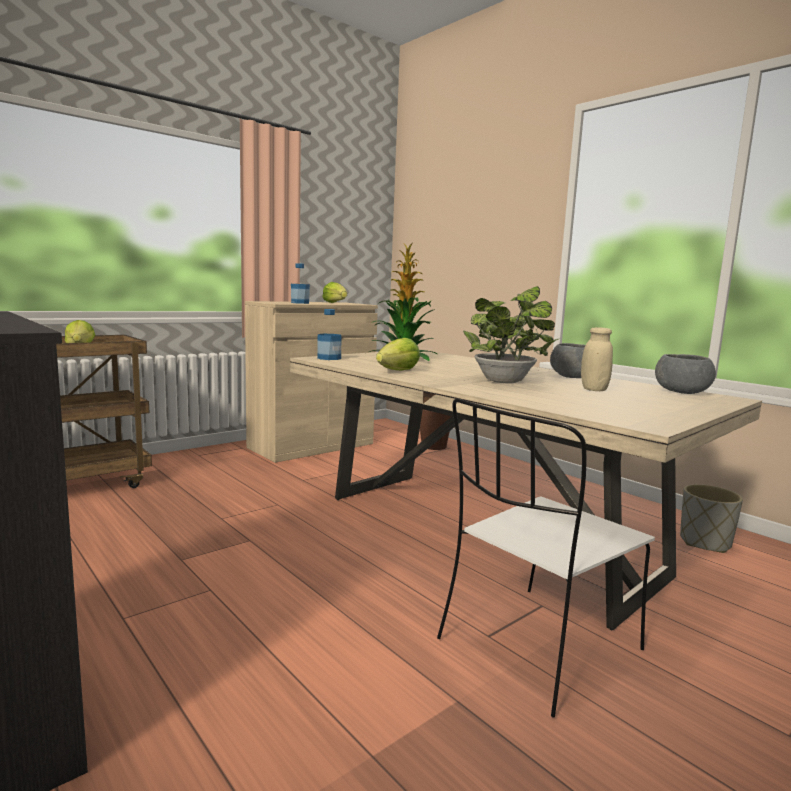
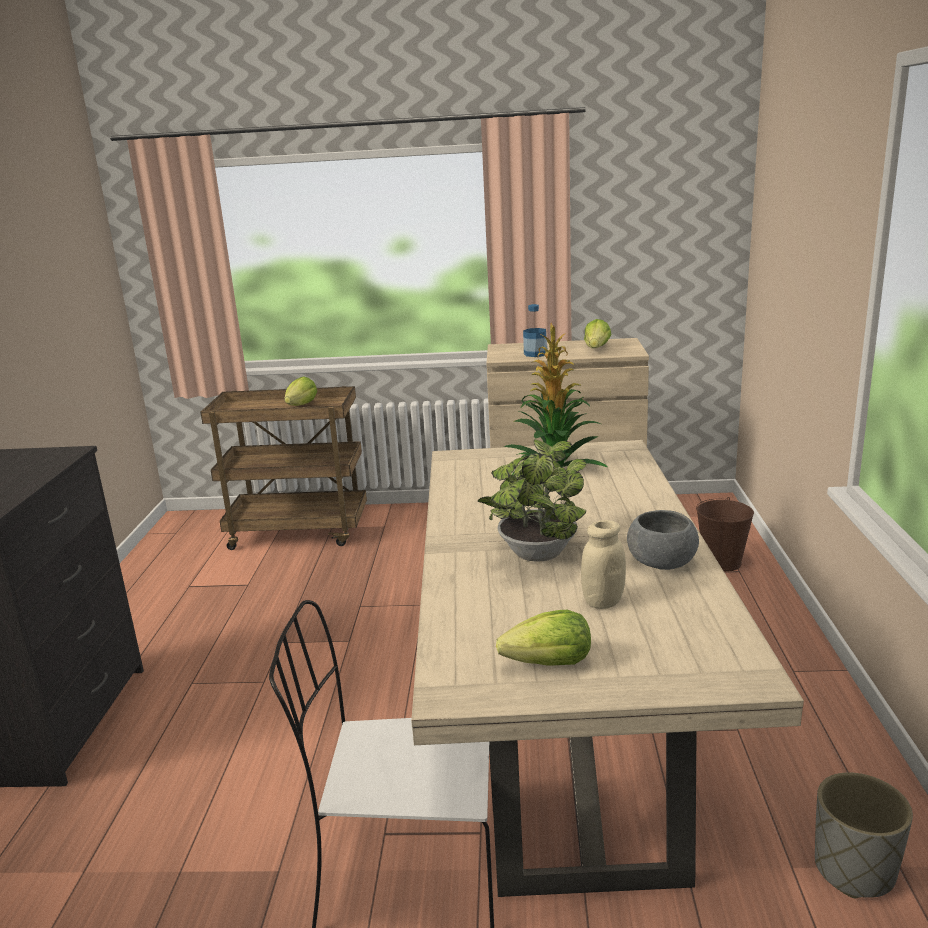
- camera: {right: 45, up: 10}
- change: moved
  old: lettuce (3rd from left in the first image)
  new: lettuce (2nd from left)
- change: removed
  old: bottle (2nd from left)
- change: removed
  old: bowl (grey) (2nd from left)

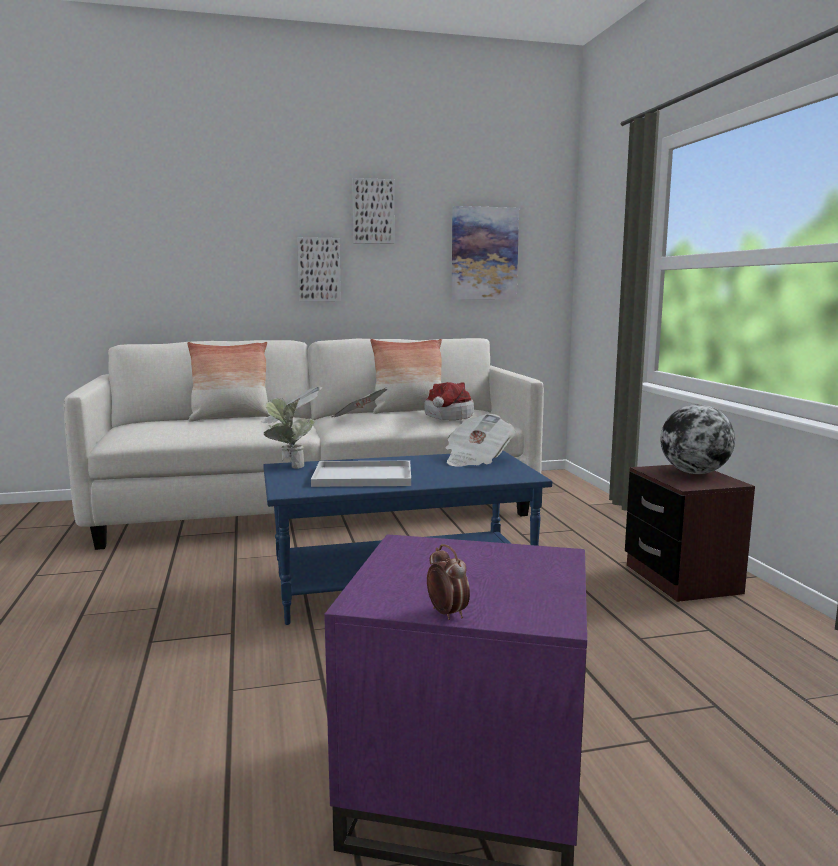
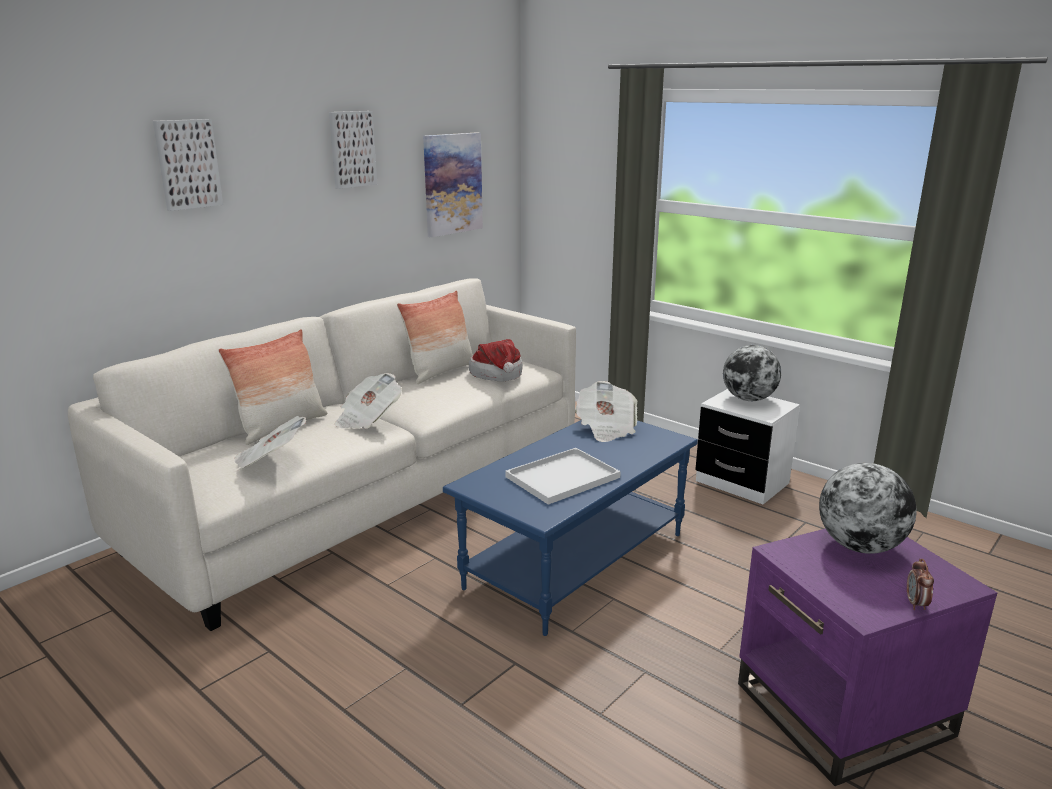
- camera: {right: -35, up: 10}
- change: moved
  old: picture (1st from left)
- change: moved
  old: newspaper (2nd from left in the first image)
  new: newspaper (1st from left)
- change: recoloured
  old: nightstand (brown)
  new: nightstand (white)
- change: added
  new: globe (2nd from left)
- change: turned
  old: alarm clock
  degrees: -105
- change: removed
  old: potted plant

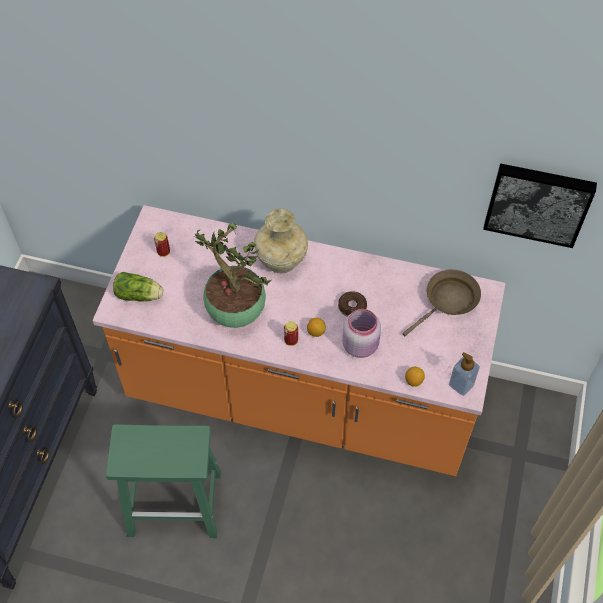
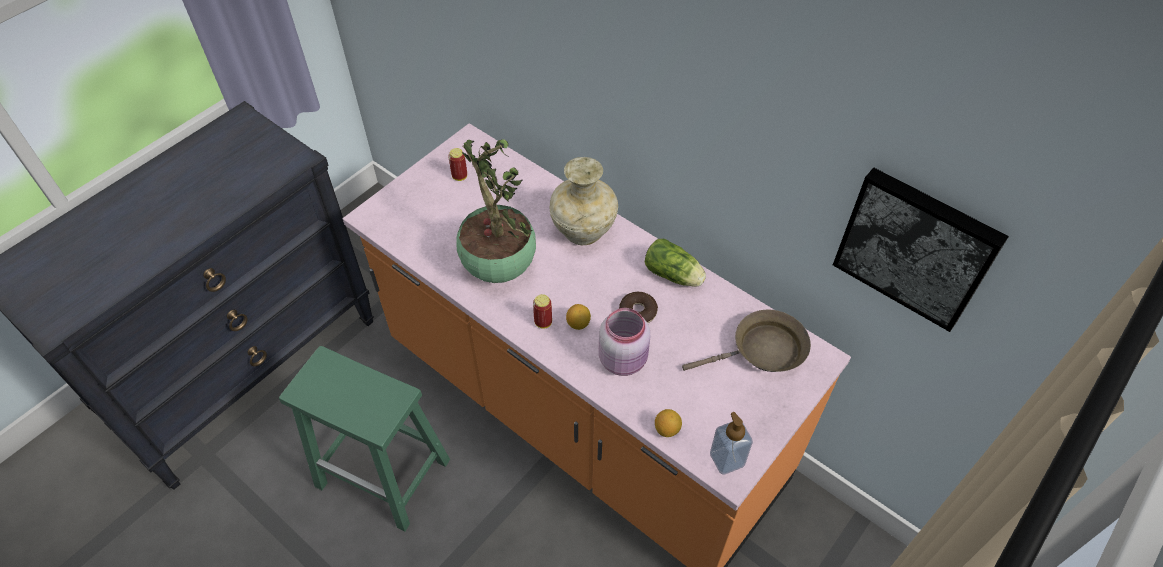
- camera: {right: 25, up: -5}
- change: moved
  old: lettuce

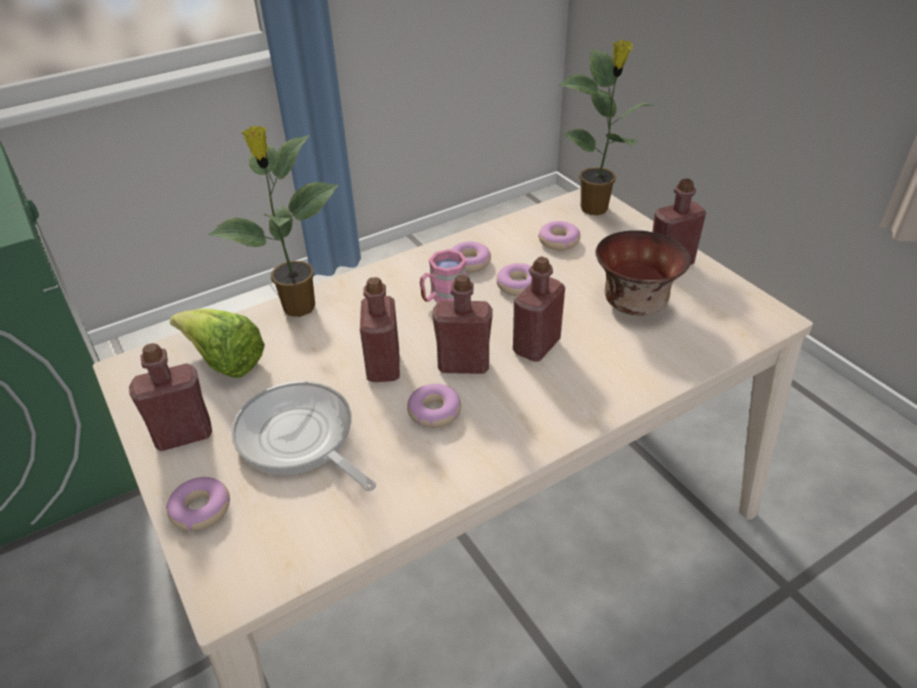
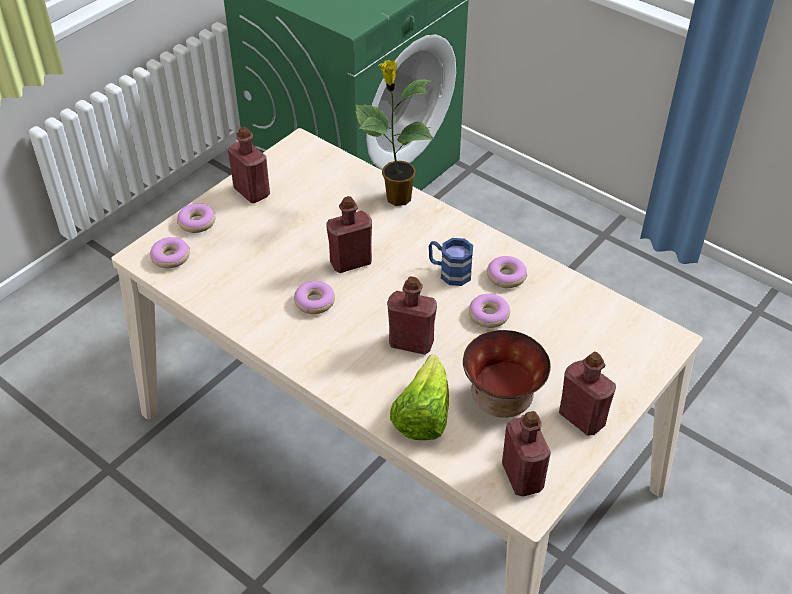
- camera: {right: 70, up: 5}
- change: moved
  old: donut (5th from left in the first image)
  new: donut (1st from left)
- change: moved
  old: lettuce
- change: recoloured
  old: mug (pink)
  new: mug (blue)
- change: moved
  old: bottle (red) (3rd from left in the first image)
  new: bottle (red) (4th from left)
- change: removed
  old: frying pan
- change: removed
  old: potted plant (2nd from left)

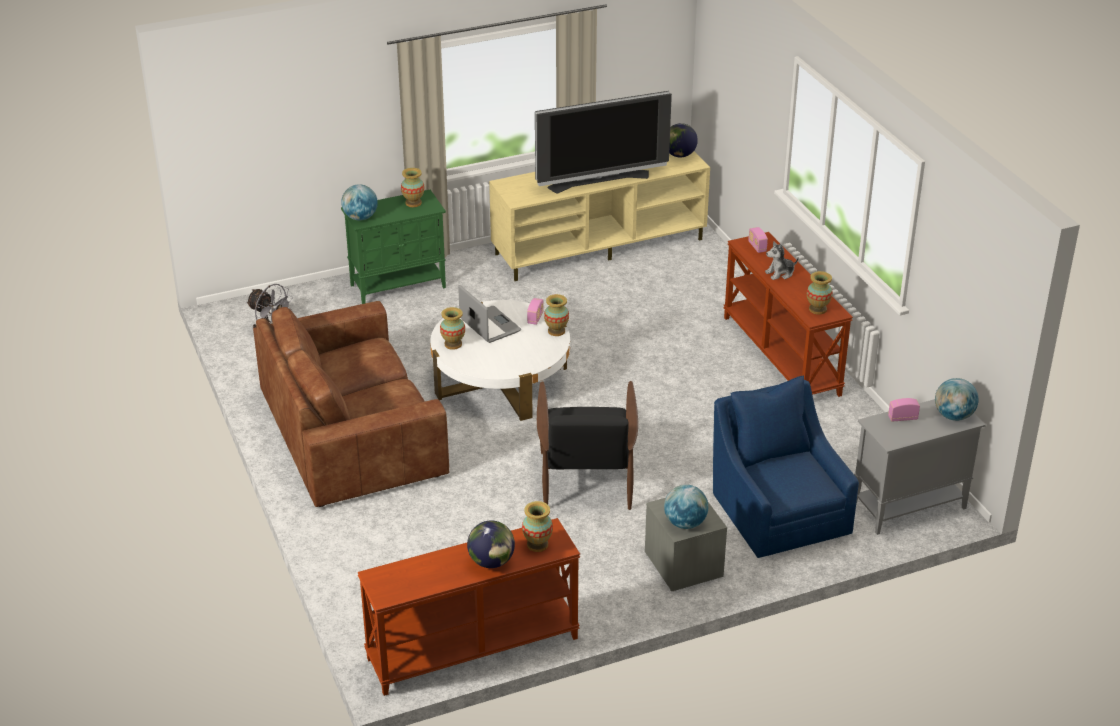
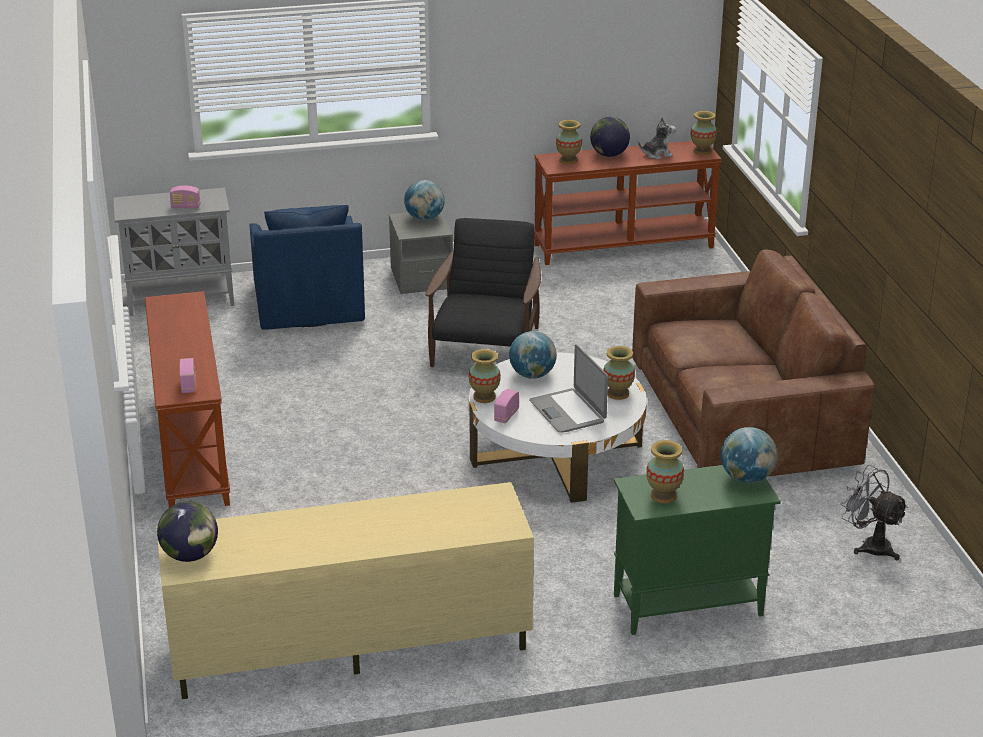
- camera: {right: -170, up: -5}
- change: moved
  old: globe (5th from left in the first image)
  new: globe (3rd from left)
- change: moved
  old: plush toy
- change: moved
  old: vase (5th from left)
- change: removed
  old: television

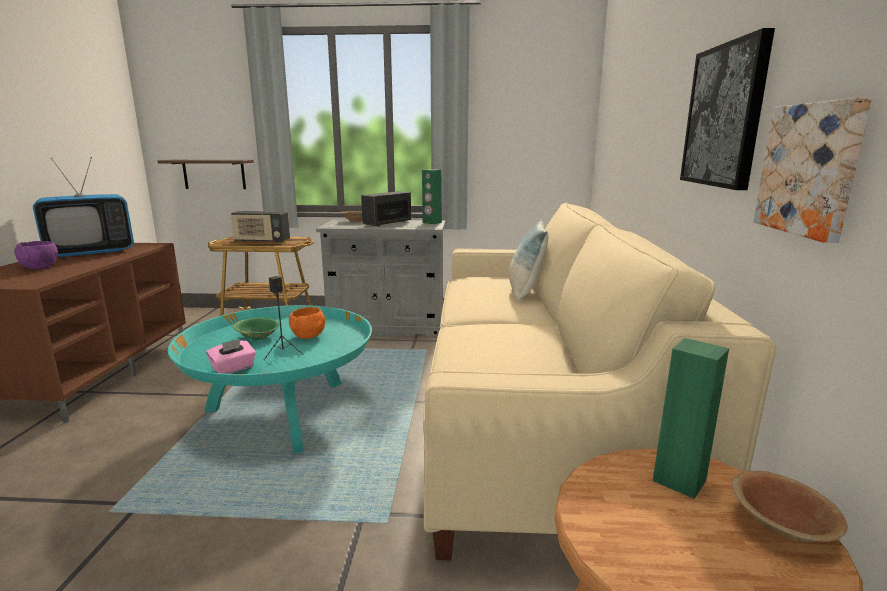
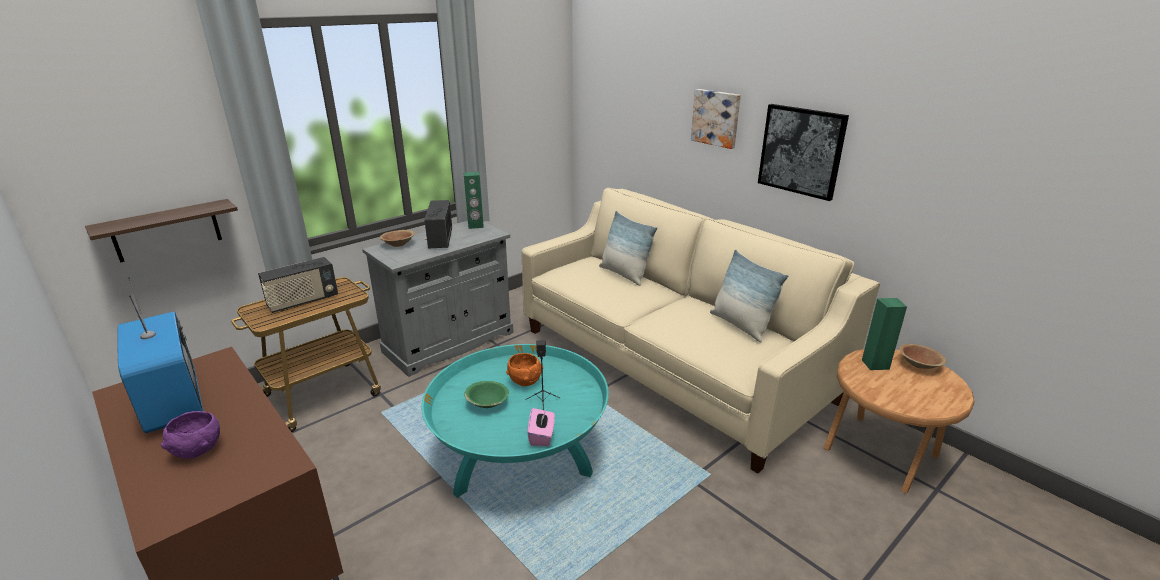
- camera: {right: -45, up: 10}
- change: turned
  old: television
  degrees: -45
- change: moved
  old: picture (2nd from left in the first image)
  new: picture (1st from left)
- change: added
  new: pillow (2nd from left)

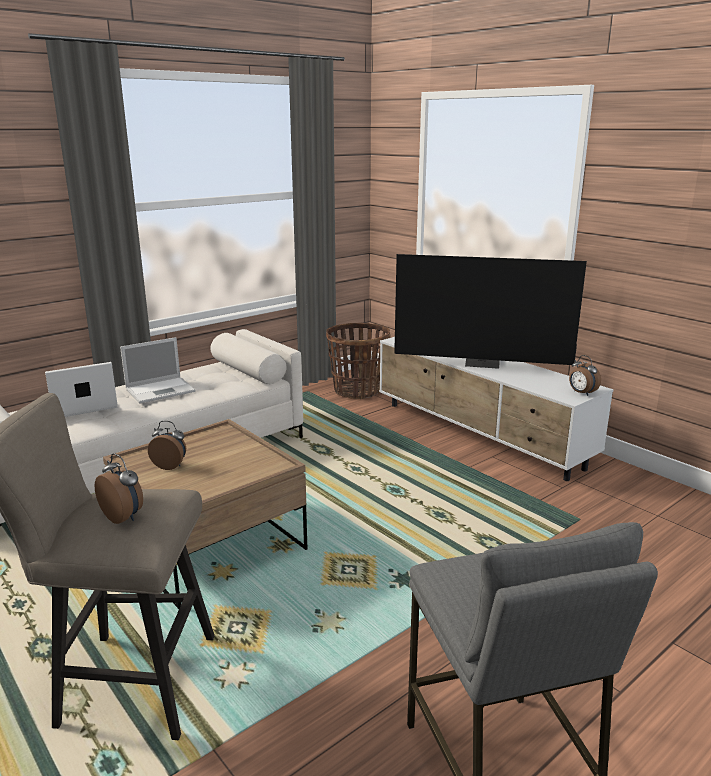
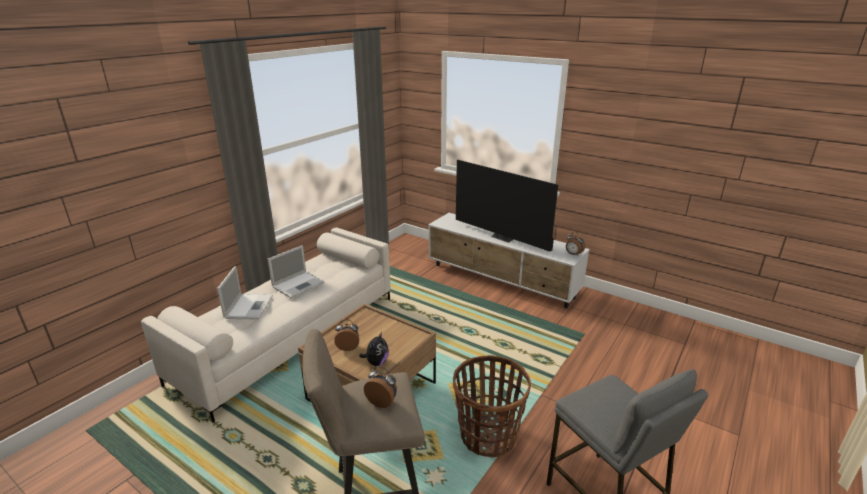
- camera: {right: -15, up: 5}
- change: turned
  old: laptop (1st from left)
  degrees: 135
- change: added
  new: plush toy
- change: moved
  old: basket
- change: turned
  old: television
  degrees: 45

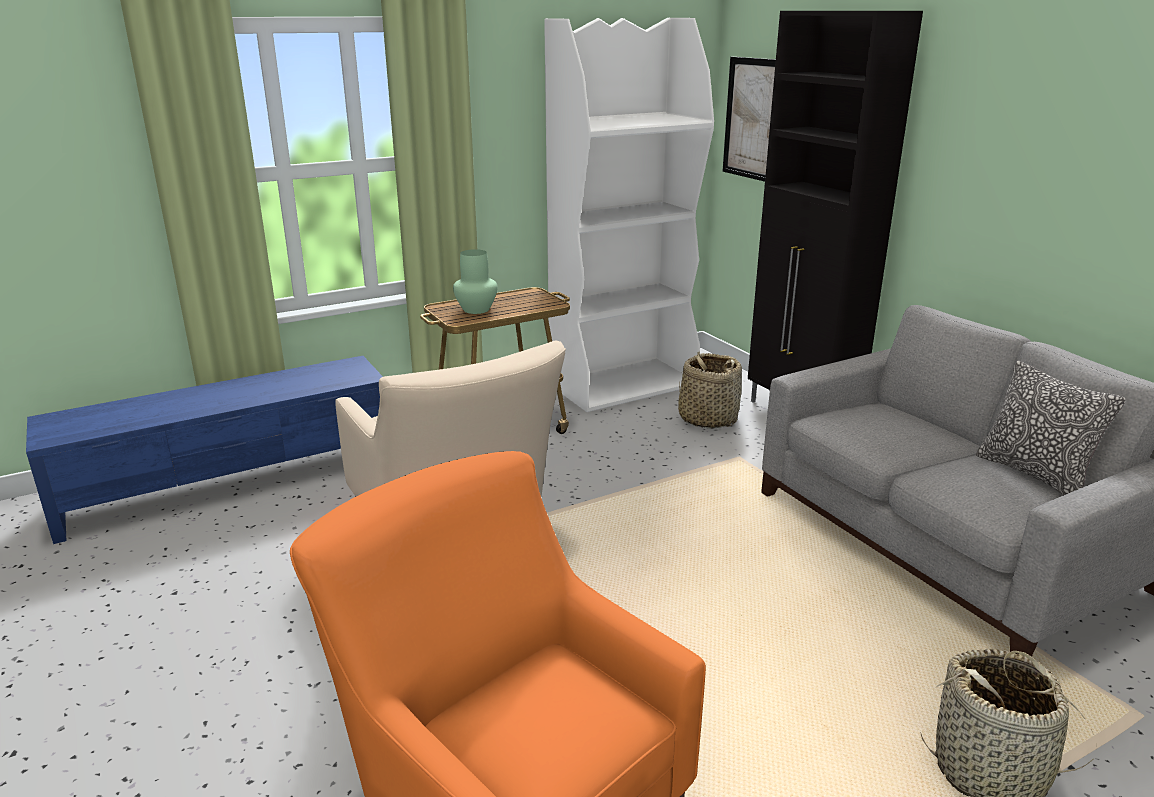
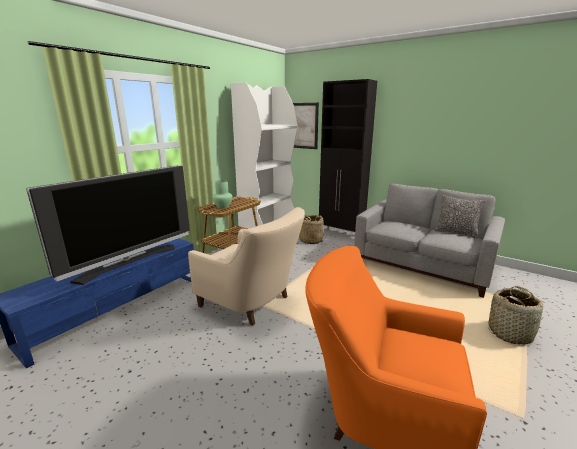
- camera: {right: -25, up: -5}
- change: added
  new: television

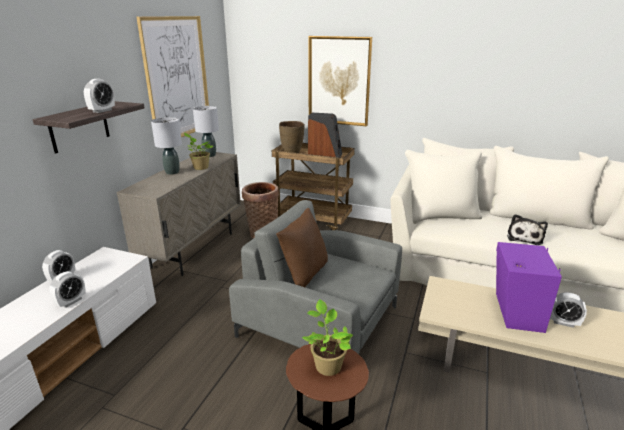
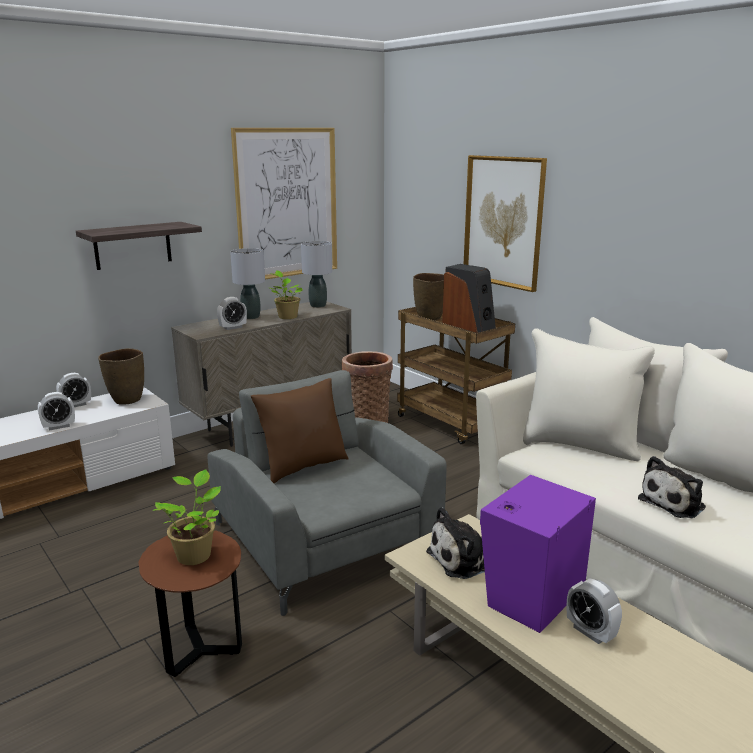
- camera: {right: 30, up: -5}
- change: added
  new: vase (brown) (1st from left)
- change: moved
  old: alarm clock (3rd from left)
- change: added
  new: plush toy (1st from left)

